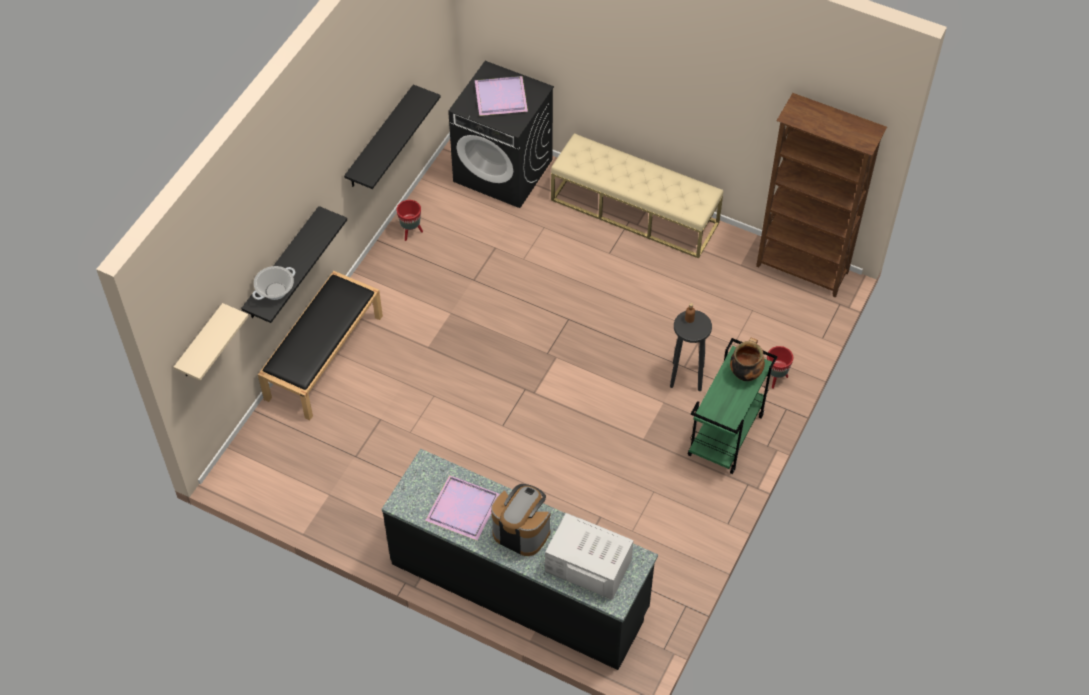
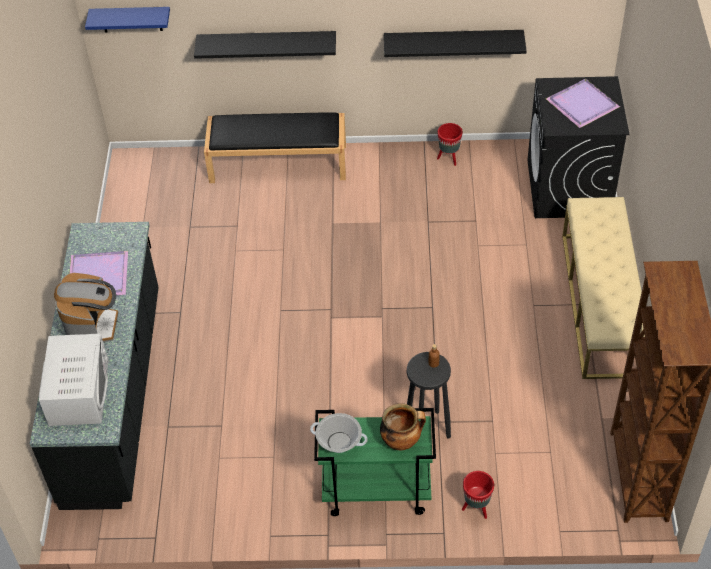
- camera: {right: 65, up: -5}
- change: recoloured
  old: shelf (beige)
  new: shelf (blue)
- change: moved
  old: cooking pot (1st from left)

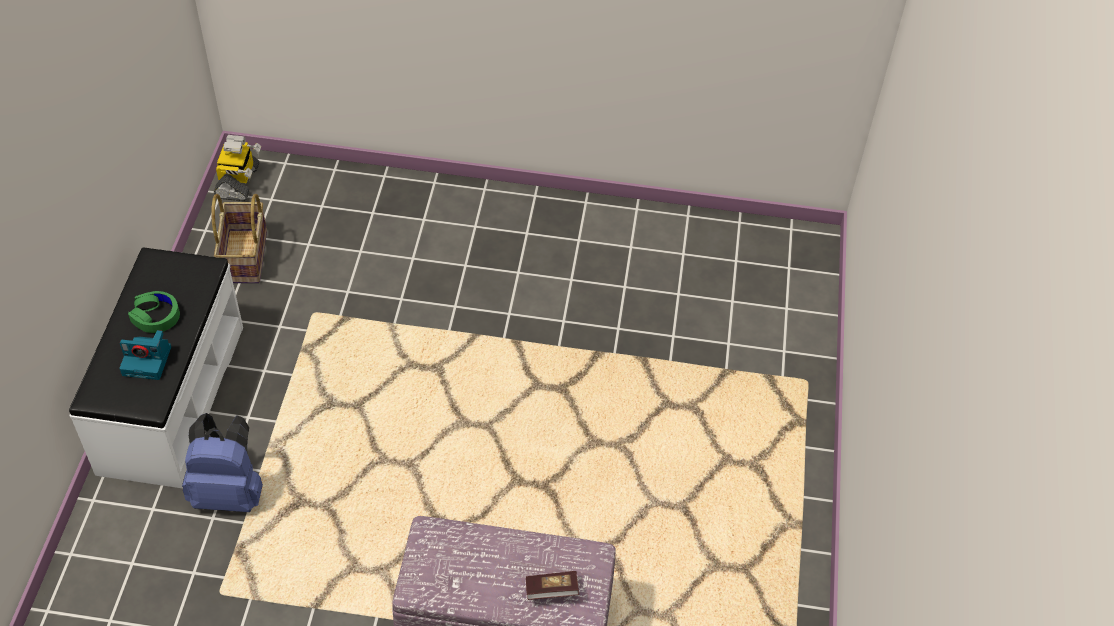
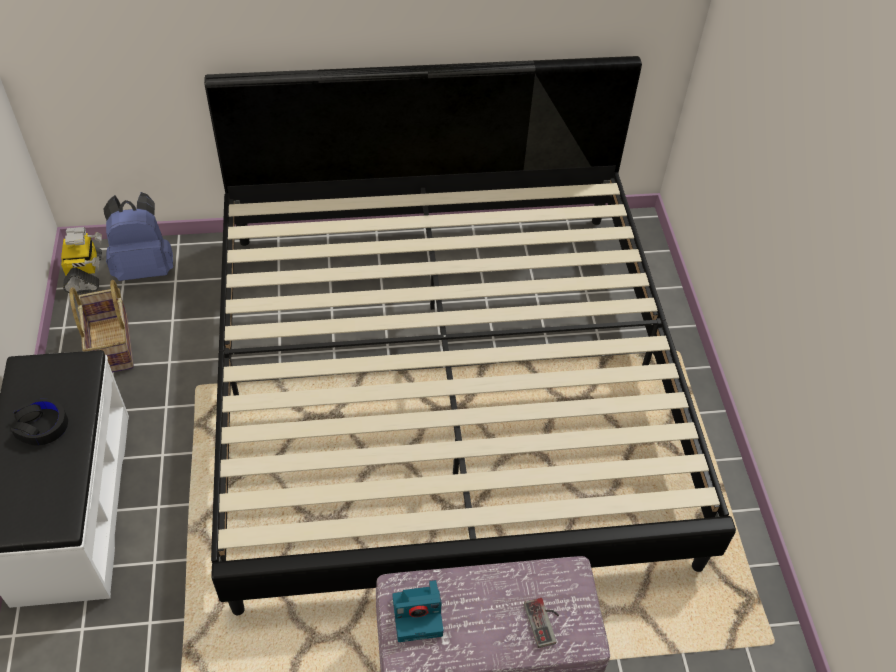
- camera: {right: -15, up: 0}
- change: recoloured
  old: headphones (green)
  new: headphones (black)
- change: moved
  old: backpack (blue)
- change: added
  new: bed
- change: moved
  old: photo camera
- change: replaced
  old: book
  new: game controller

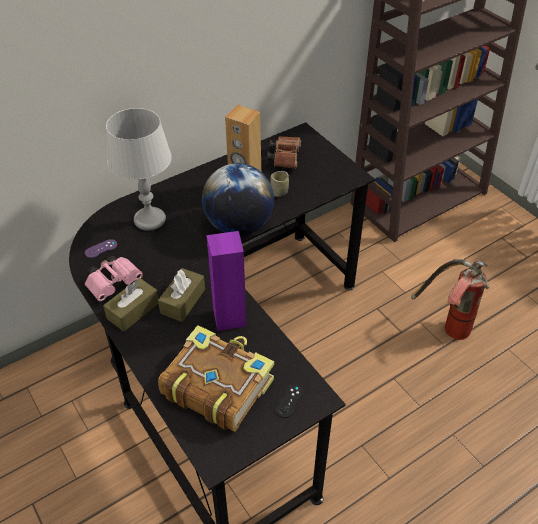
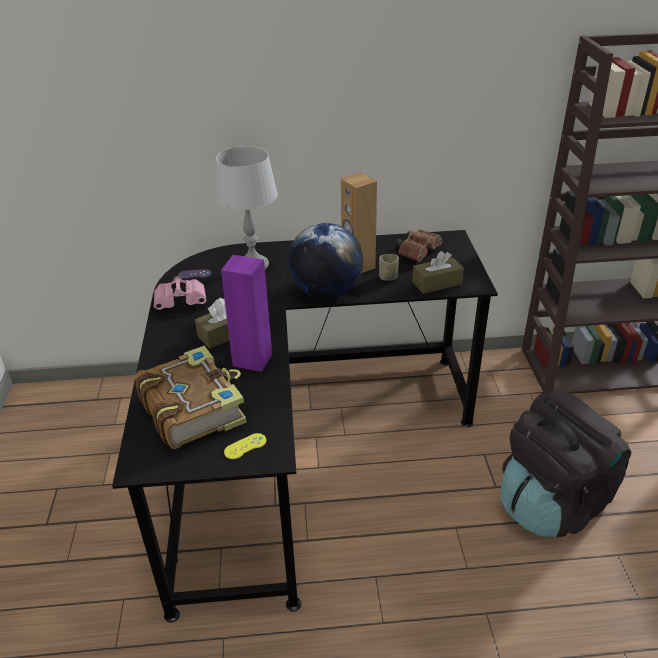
- camera: {right: 30, up: -10}
- change: recoloured
  old: game controller (black)
  new: game controller (yellow)
- change: moved
  old: tissue box (brown) (1st from left in the first image)
  new: tissue box (brown) (2nd from left)
- change: replaced
  old: fire extinguisher
  new: backpack (black)

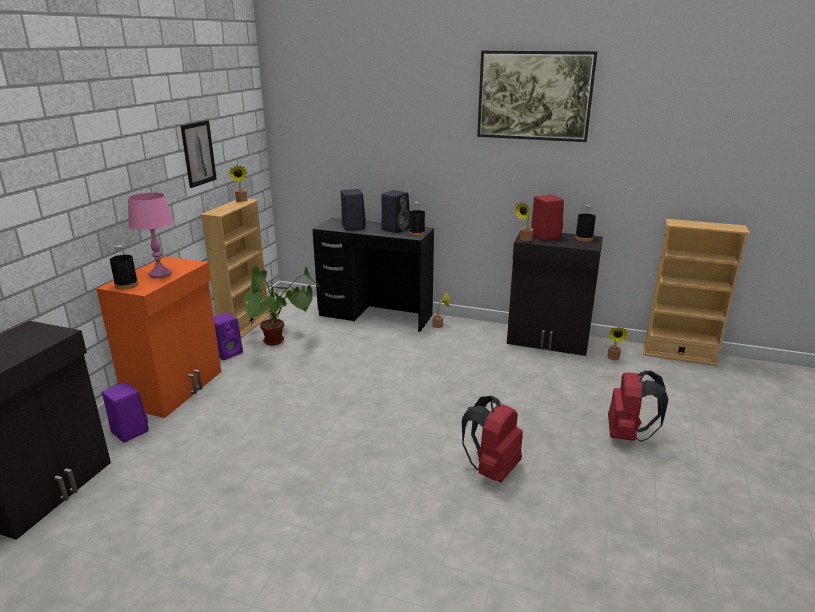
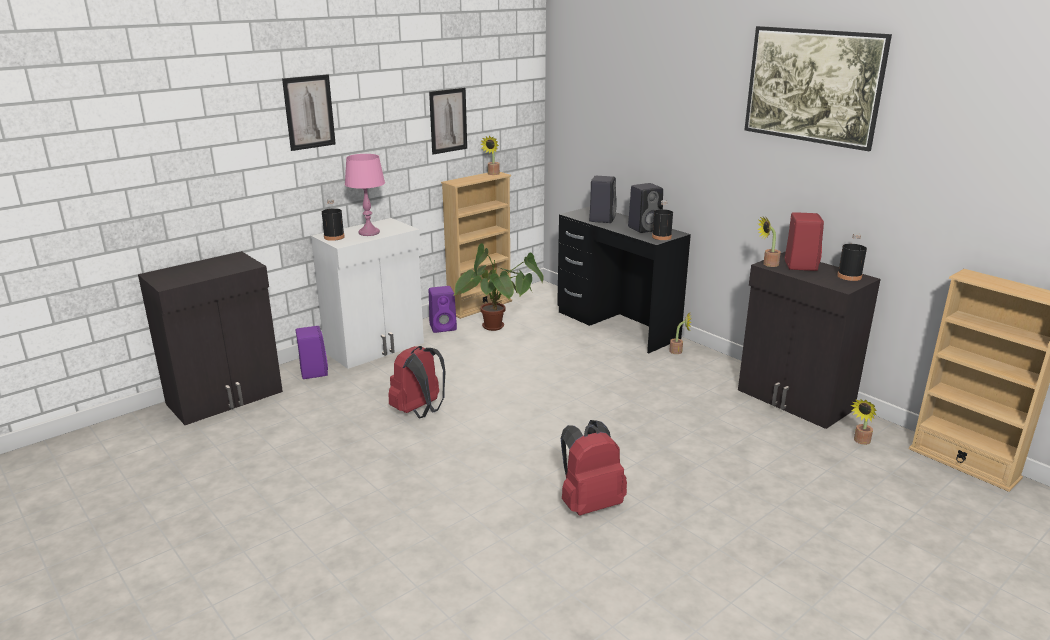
- camera: {right: 30, up: 0}
- change: added
  new: picture (1st from left)
- change: recoloured
  old: cabinet (orange)
  new: cabinet (white)
- change: moved
  old: backpack (red) (2nd from left in the first image)
  new: backpack (red) (1st from left)

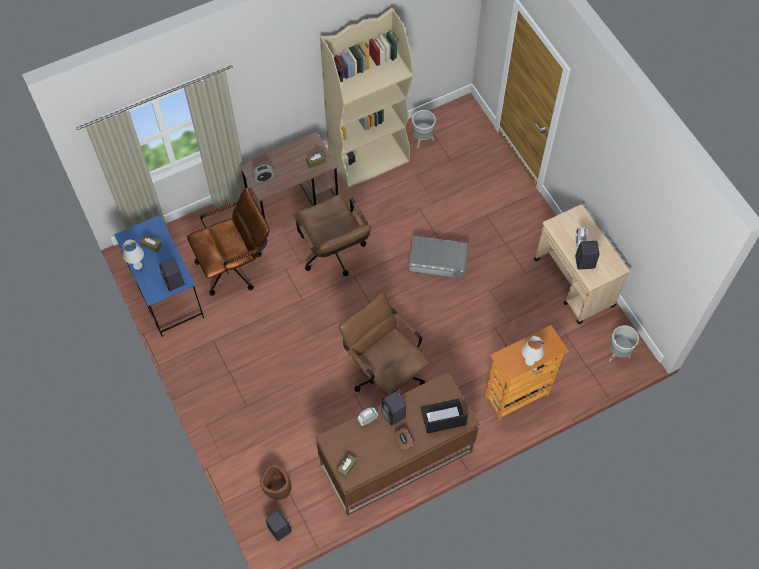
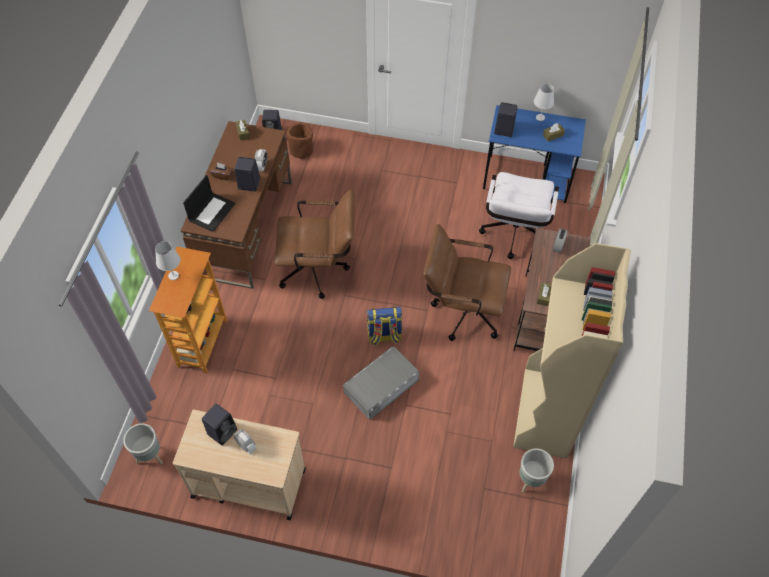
- camera: {right: 130, up: -5}
- change: added
  new: backpack
- change: recoloured
  old: office chair (brown) (1st from left)
  new: office chair (white)

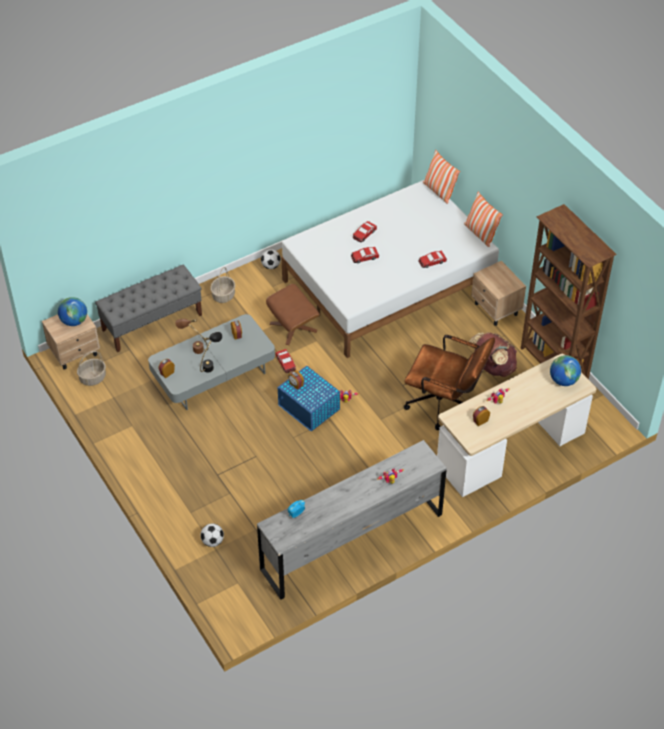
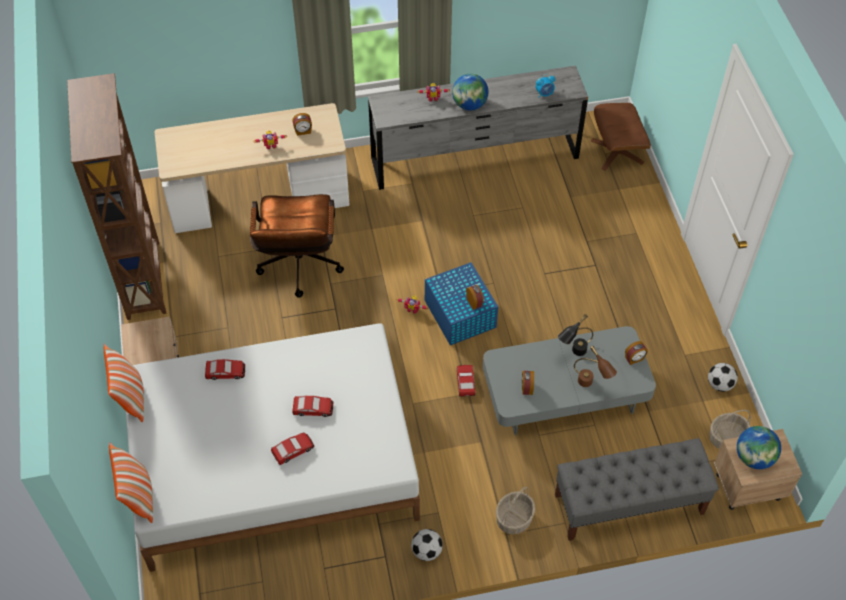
- camera: {right: -160, up: 5}
- change: turned
  old: office chair (brown)
  degrees: -135
- change: moved
  old: globe (2nd from left in the first image)
  new: globe (1st from left)
- change: moved
  old: ottoman (brown)
- change: moved
  old: football (1st from left in the first image)
  new: football (2nd from left)
- change: removed
  old: backpack (brown)

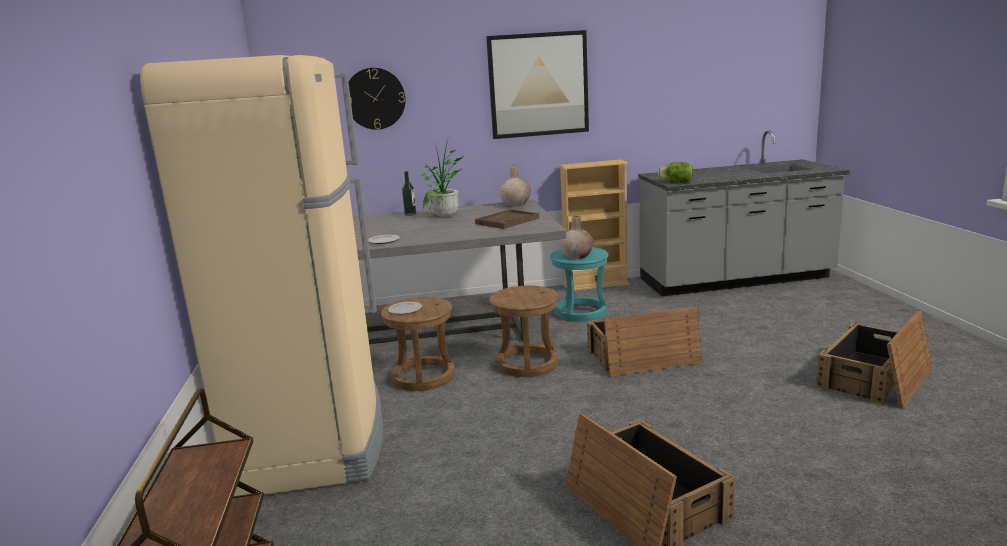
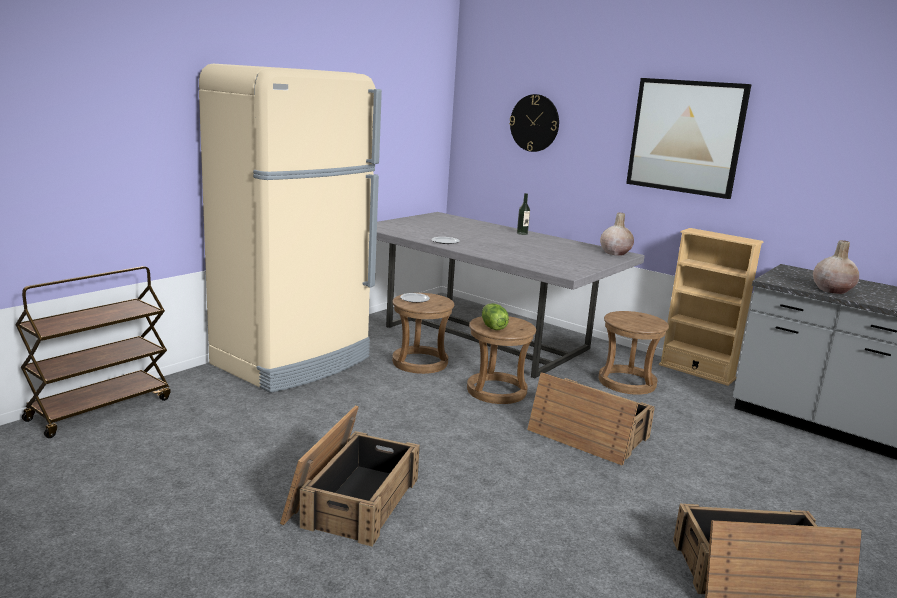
- camera: {right: 45, up: 0}
- change: moved
  old: lettuce
- change: recoloured
  old: stool (turquoise)
  new: stool (brown) (3rd from left)
- change: moved
  old: vase (beige) (2nd from left)
- change: removed
  old: potted plant
- change: removed
  old: tray (brown)

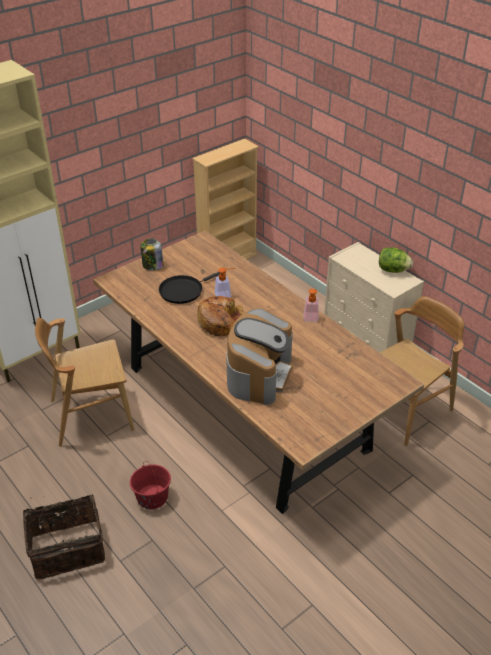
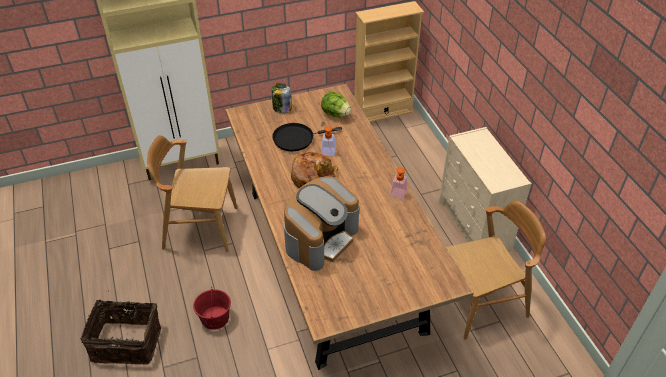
- camera: {right: 20, up: 5}
- change: moved
  old: lettuce

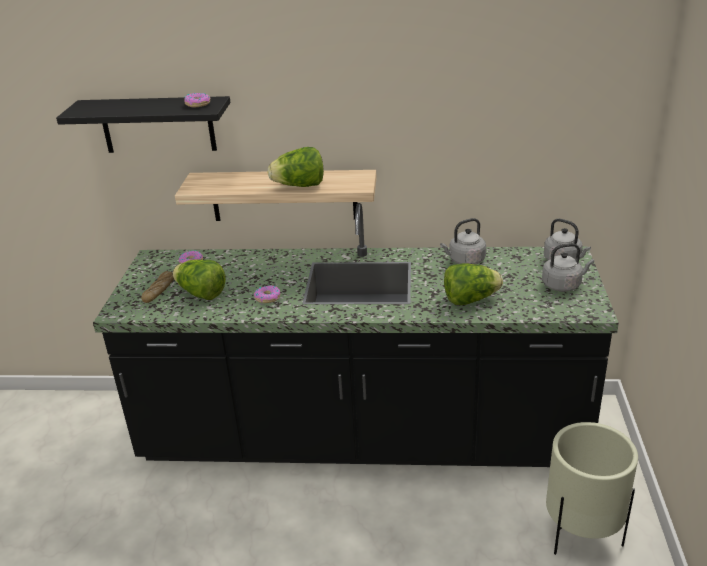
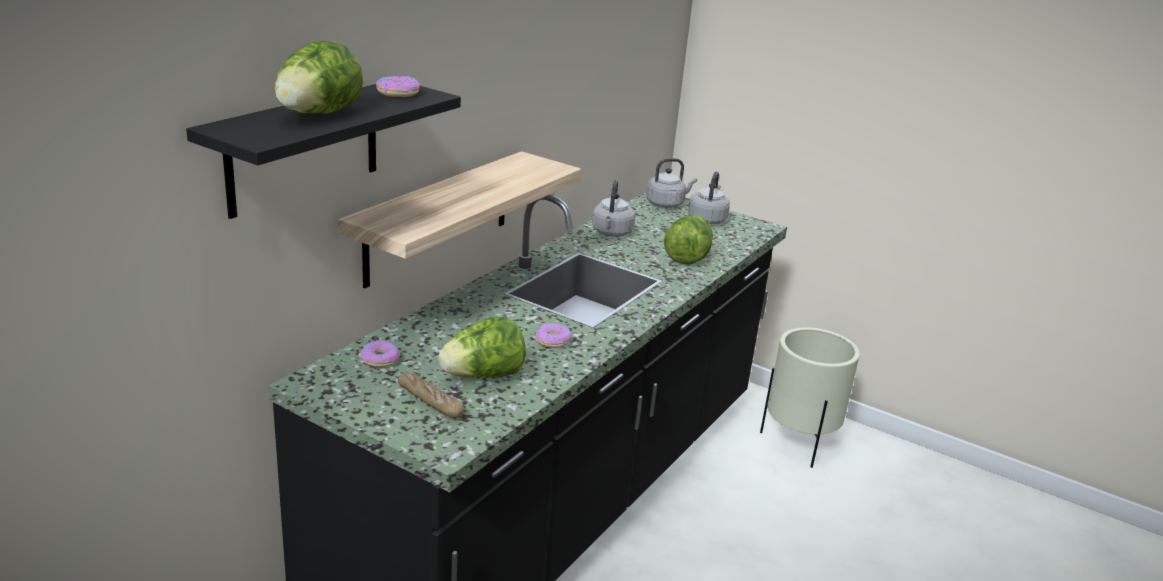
- camera: {right: -65, up: -5}
- change: moved
  old: lettuce (2nd from left in the first image)
  new: lettuce (1st from left)

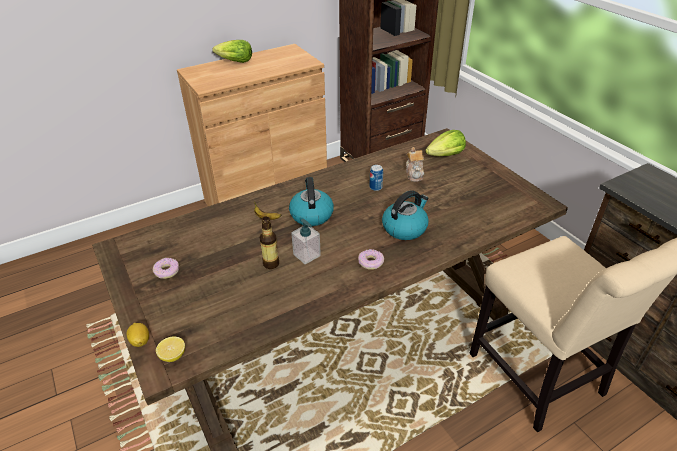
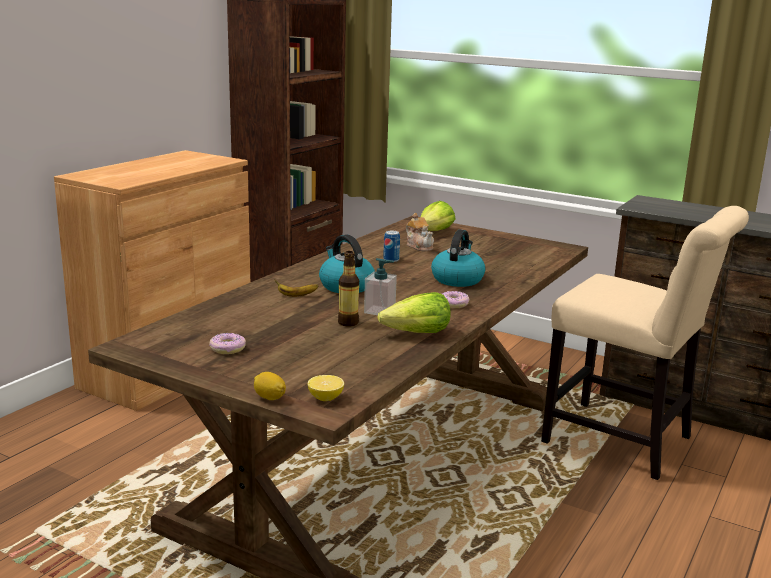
- camera: {right: -30, up: -20}
- change: moved
  old: lettuce (1st from left)

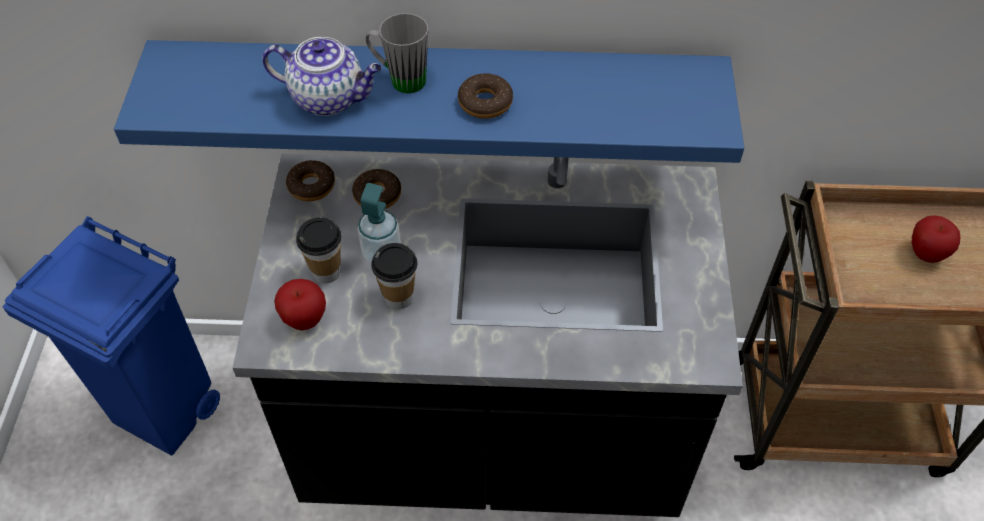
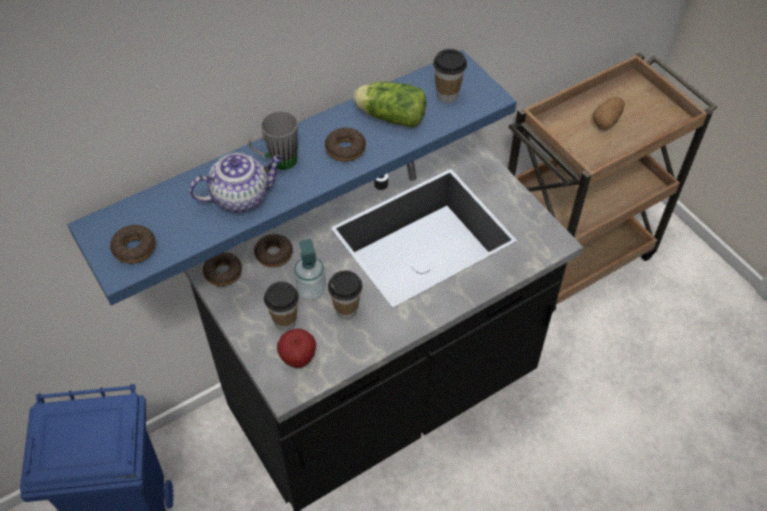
- camera: {right: -35, up: 0}
- change: added
  new: donut (1st from left)
- change: added
  new: lettuce
- change: added
  new: cup (3rd from left)
- change: replaced
  old: apple (2nd from left)
  new: potato

